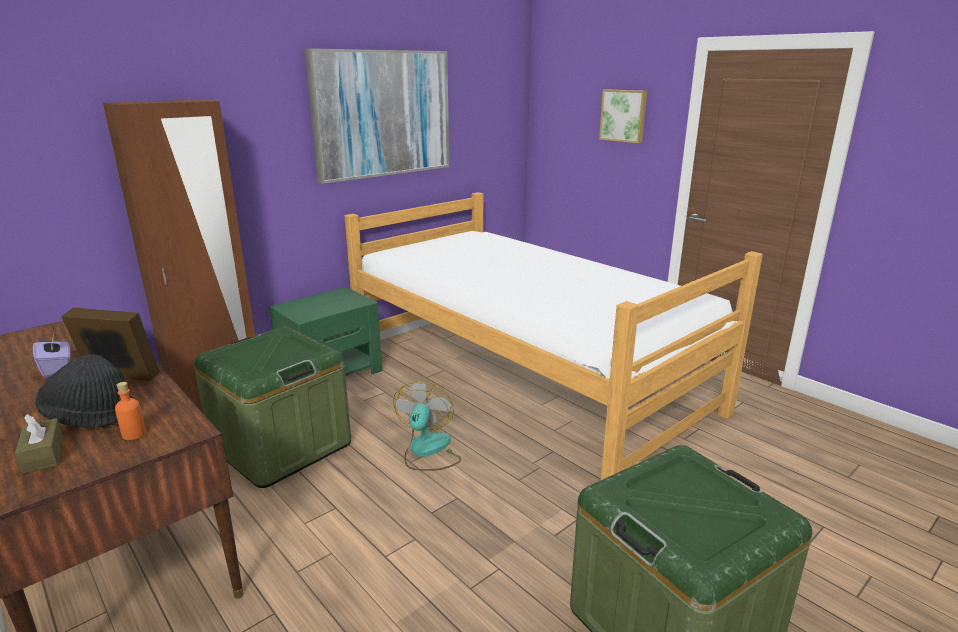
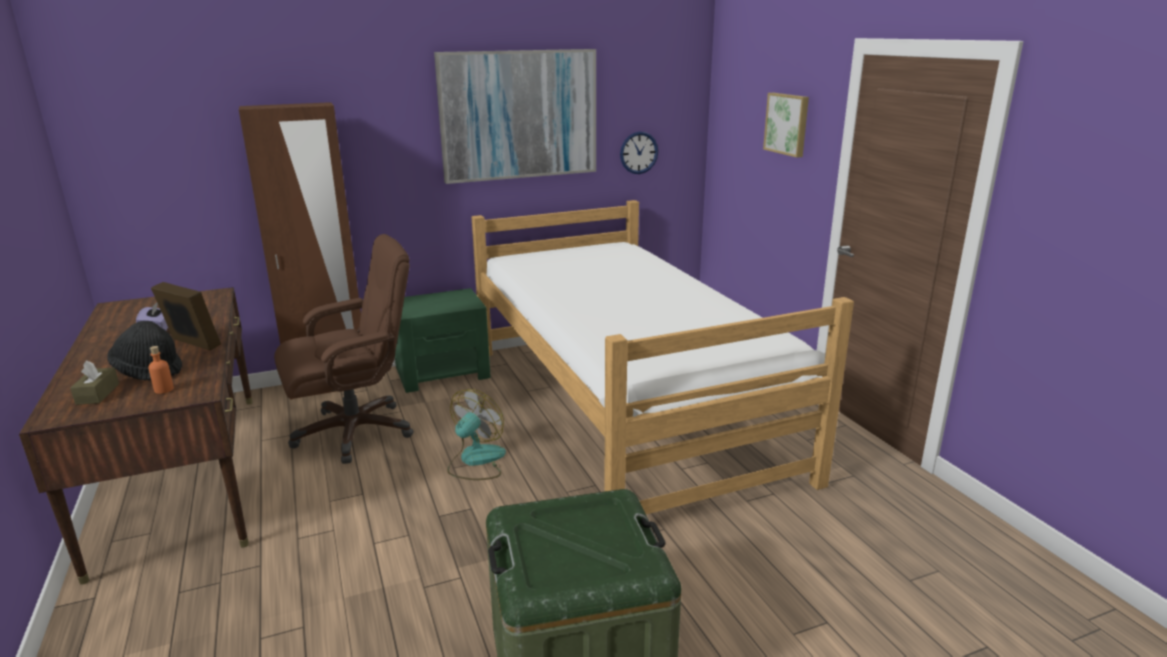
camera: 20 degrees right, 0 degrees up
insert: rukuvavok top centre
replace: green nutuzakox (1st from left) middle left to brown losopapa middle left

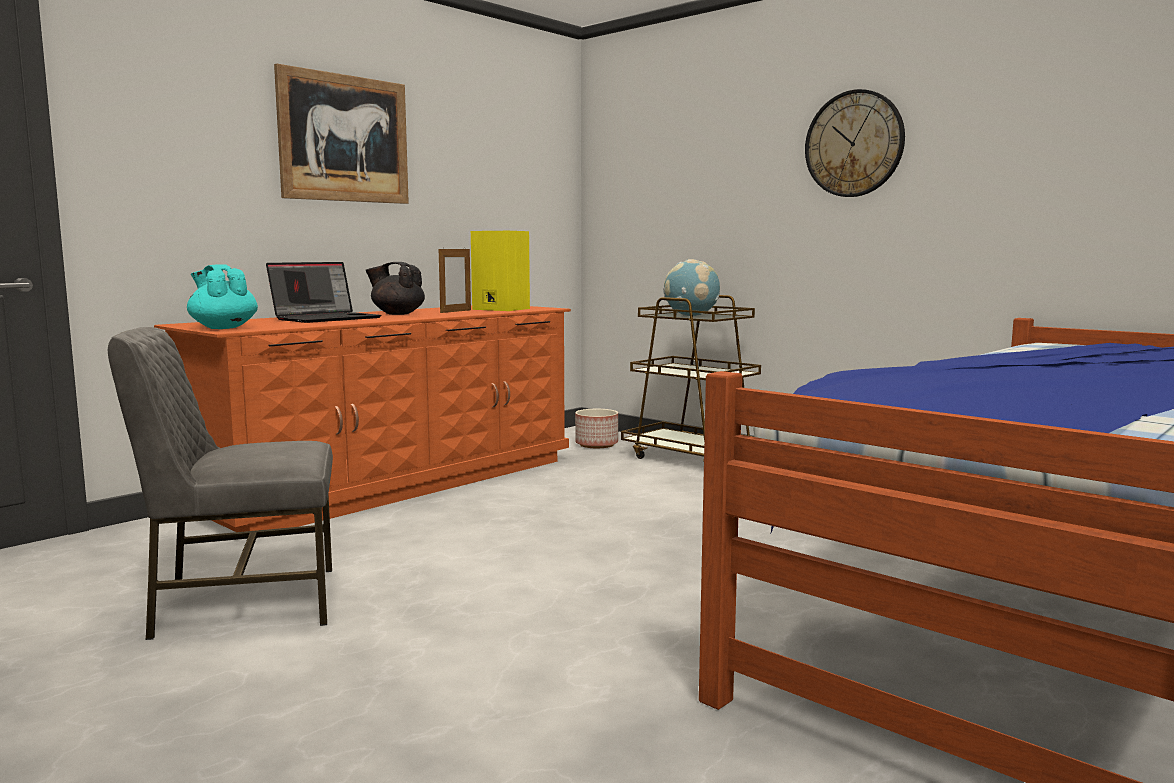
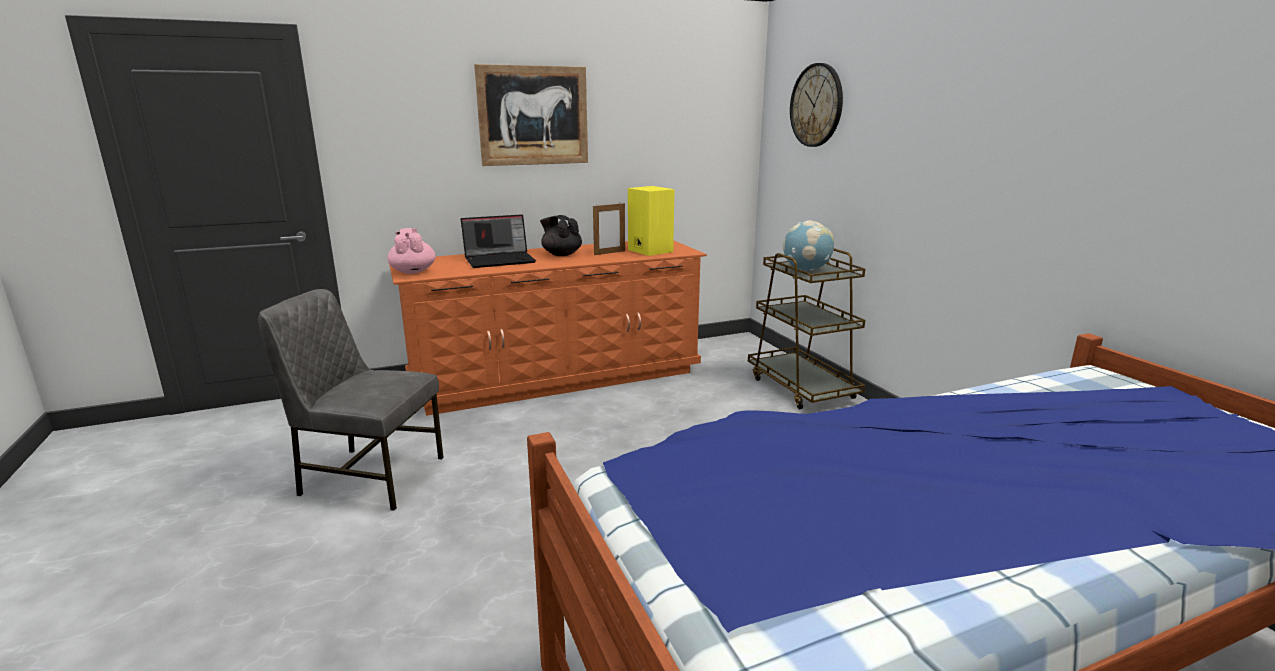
camera: 25 degrees right, 10 degrees up
delete: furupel centre
move: rukuvavok top right to top centre
recolor: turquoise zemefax middle left to pink zemefax middle left

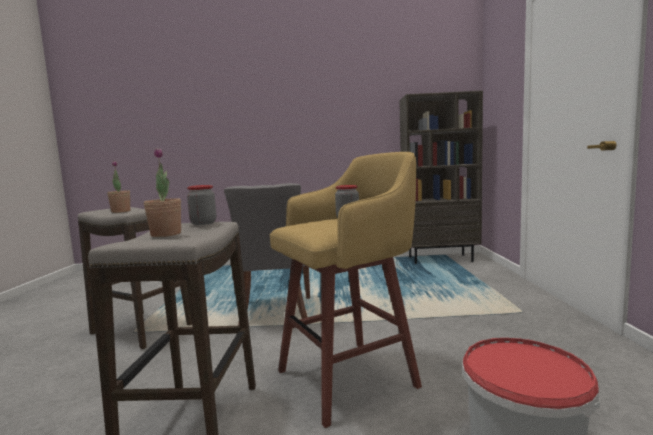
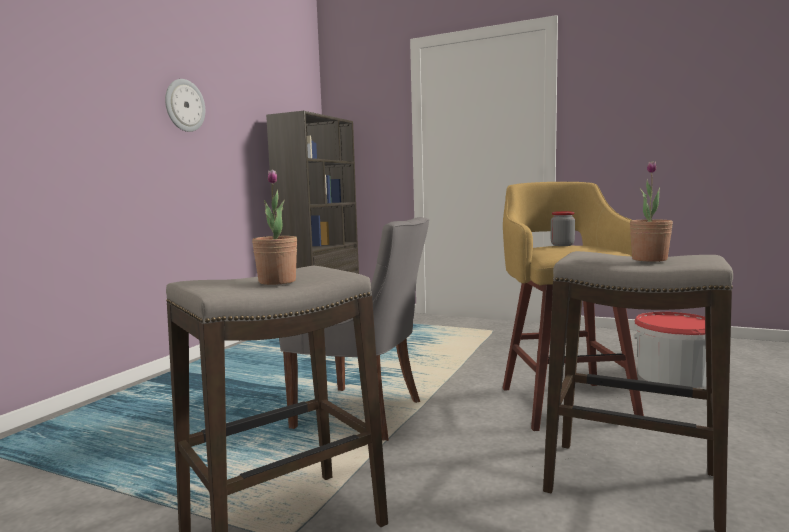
camera: 65 degrees left, 0 degrees up
delete: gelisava (1st from left) middle left
insert: rukuvavok top left

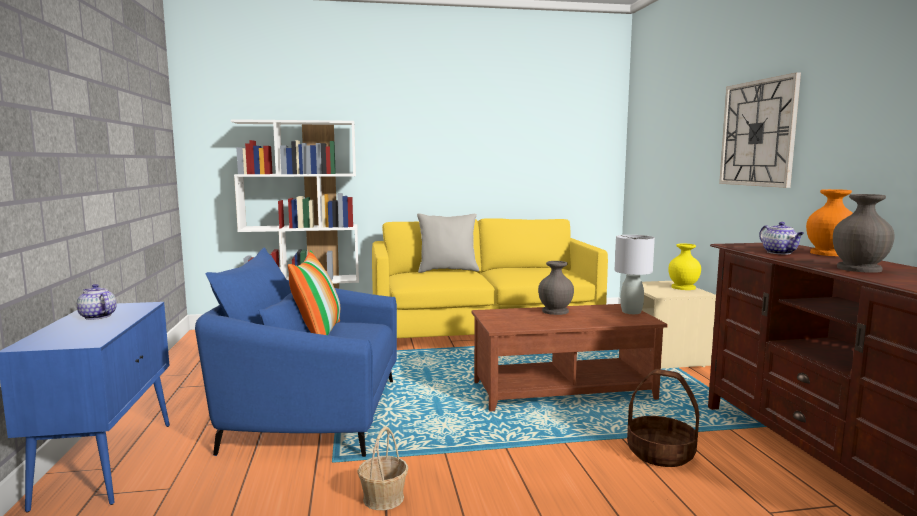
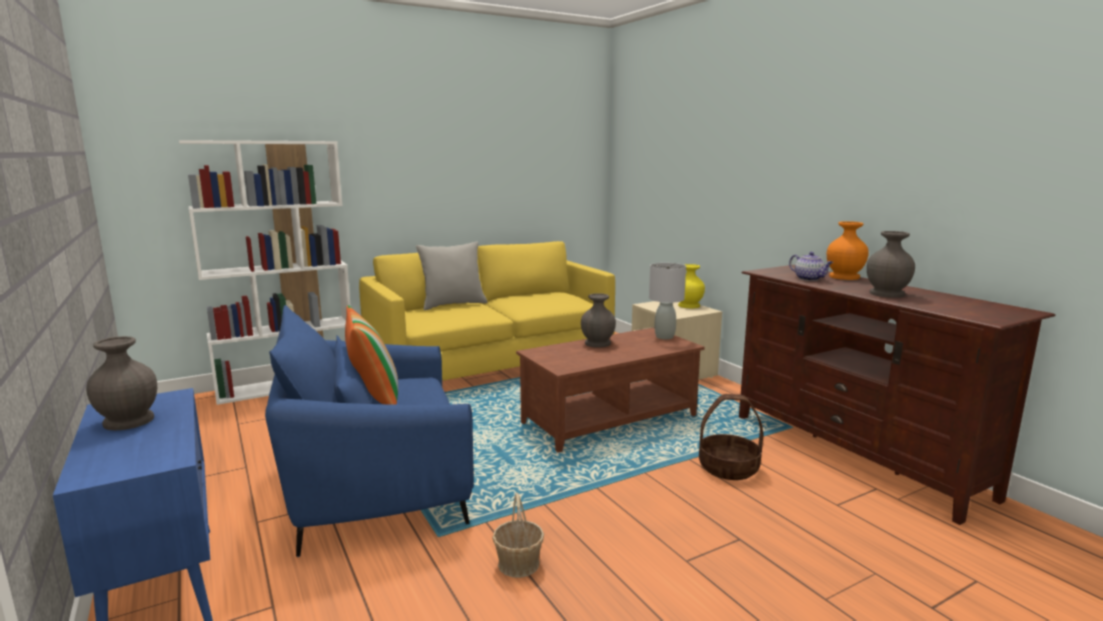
camera: 20 degrees left, 5 degrees up
delete: rukuvavok top right
replace: zemefax (1st from left) middle left to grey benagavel (1st from left) middle left

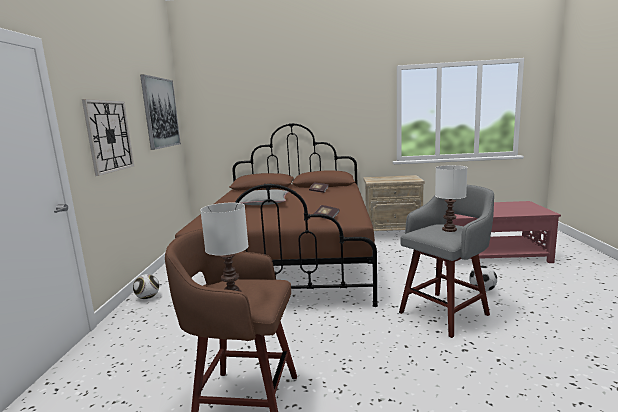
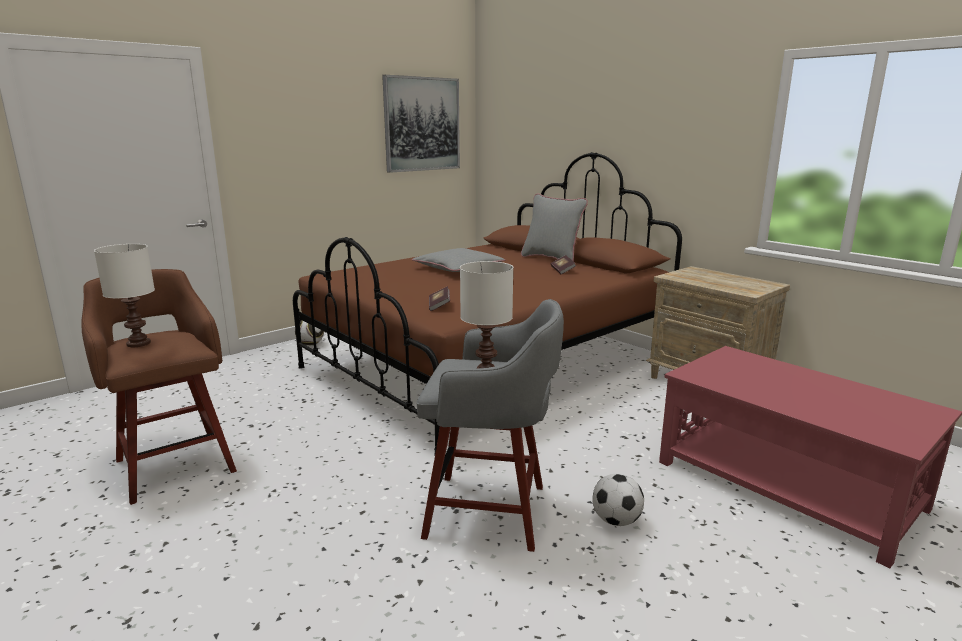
camera: 45 degrees right, 5 degrees up
delete: rukuvavok top left
insert: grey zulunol (2nd from left) centre

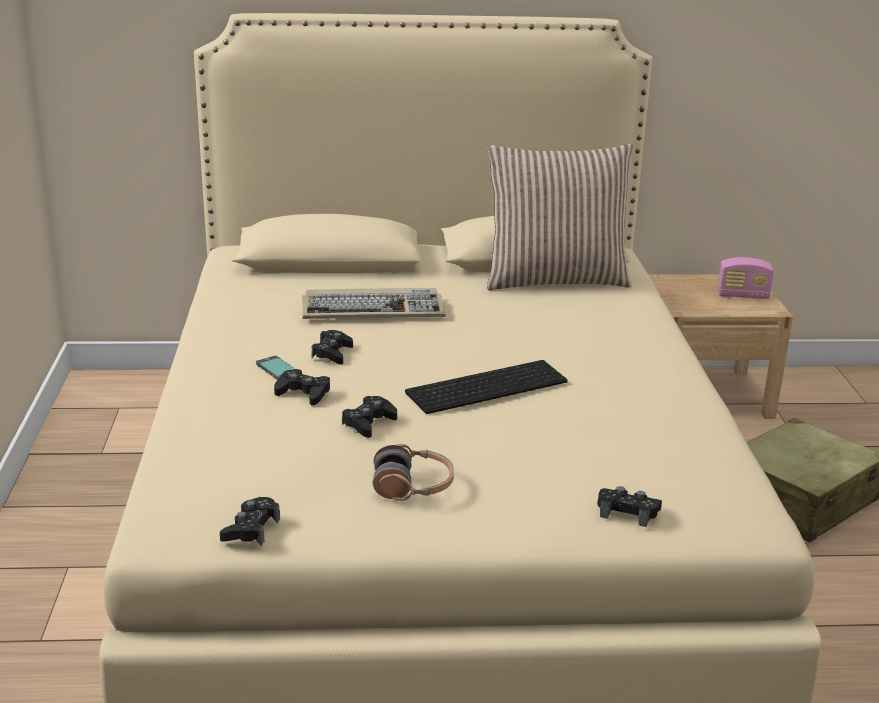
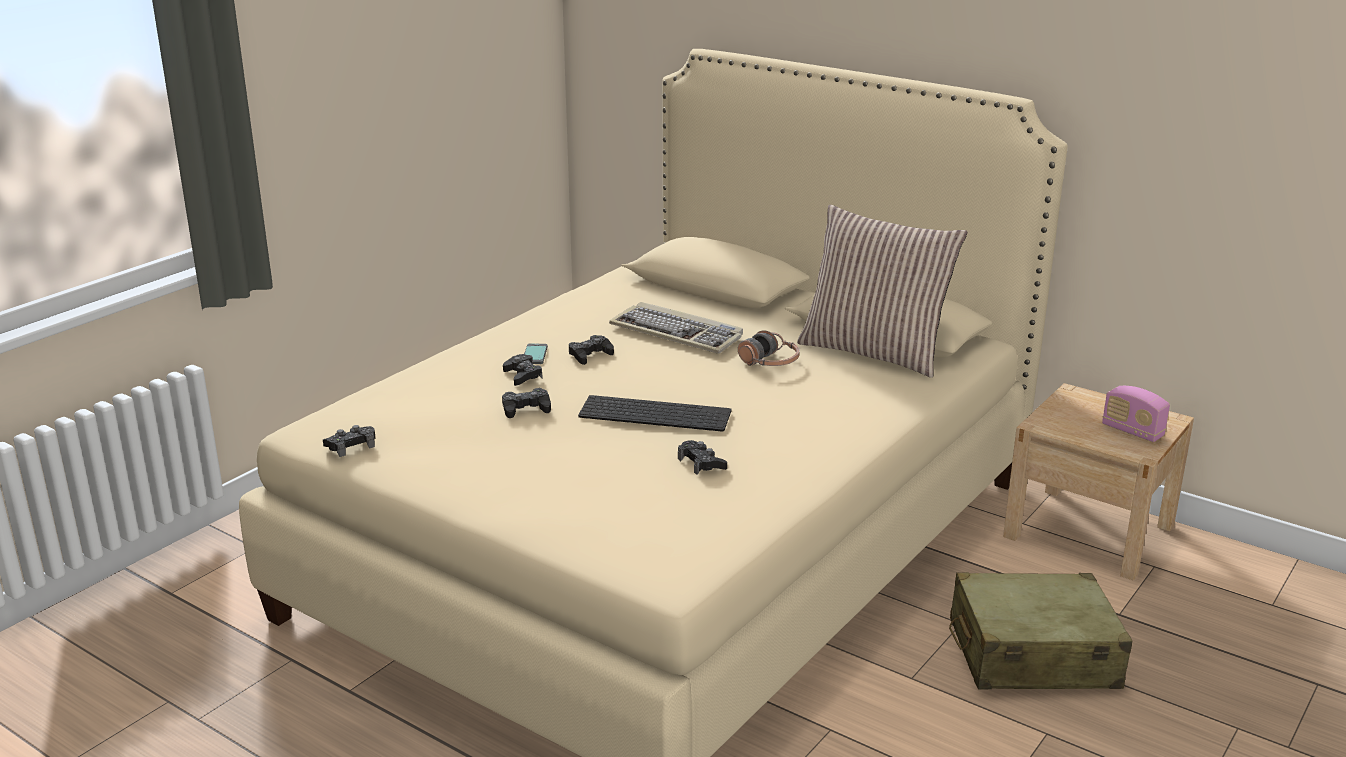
camera: 40 degrees right, 0 degrees up
move: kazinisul bottom centre to centre; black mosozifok (5th from left) bottom right to centre

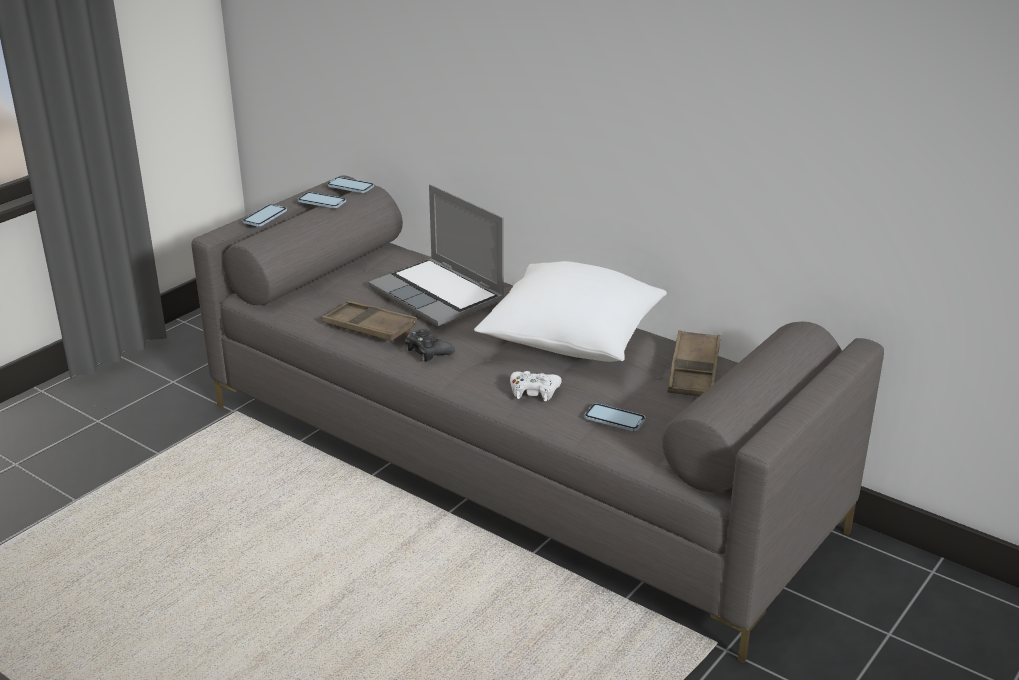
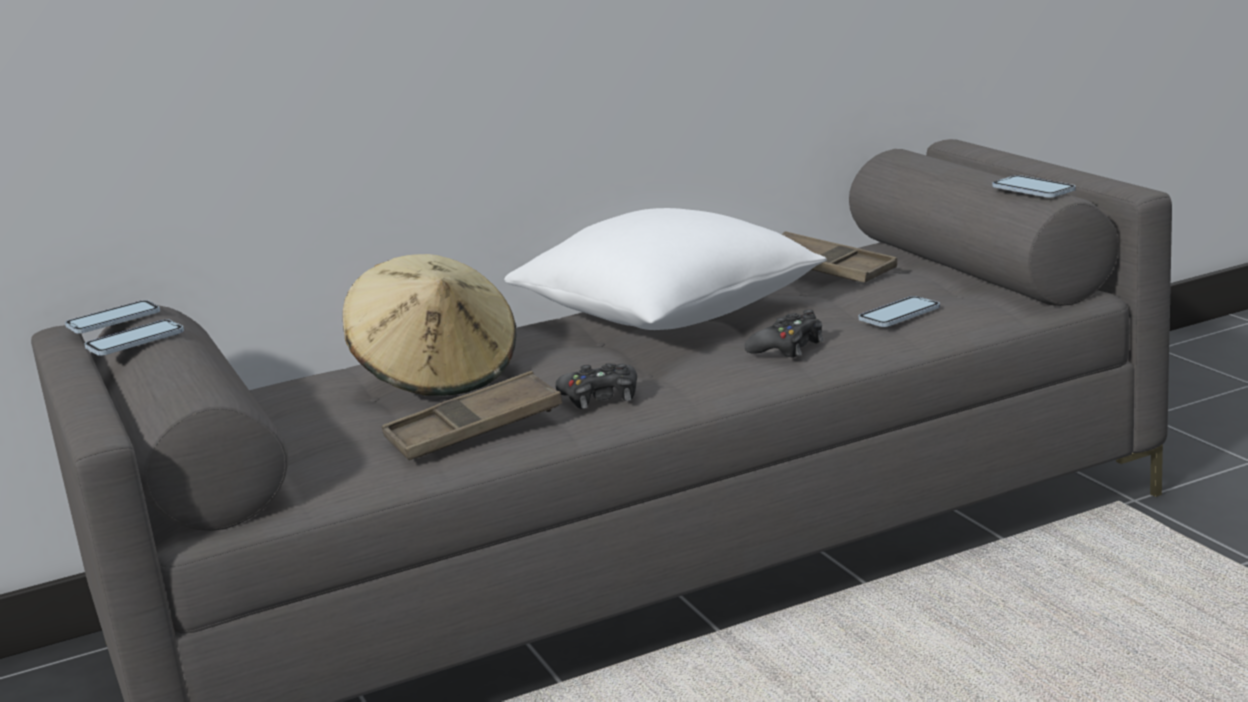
camera: 60 degrees left, 10 degrees down
move: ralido (1st from left in the first image) top left to ralido (4th from left) top right
replace: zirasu centre to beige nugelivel centre
recolor: white mosozifok centre to black mosozifok (2nd from left) centre

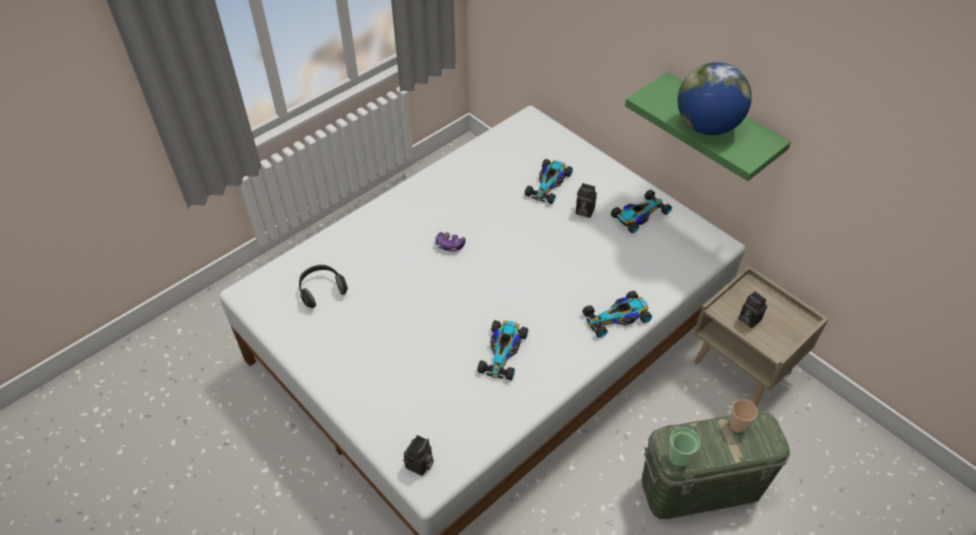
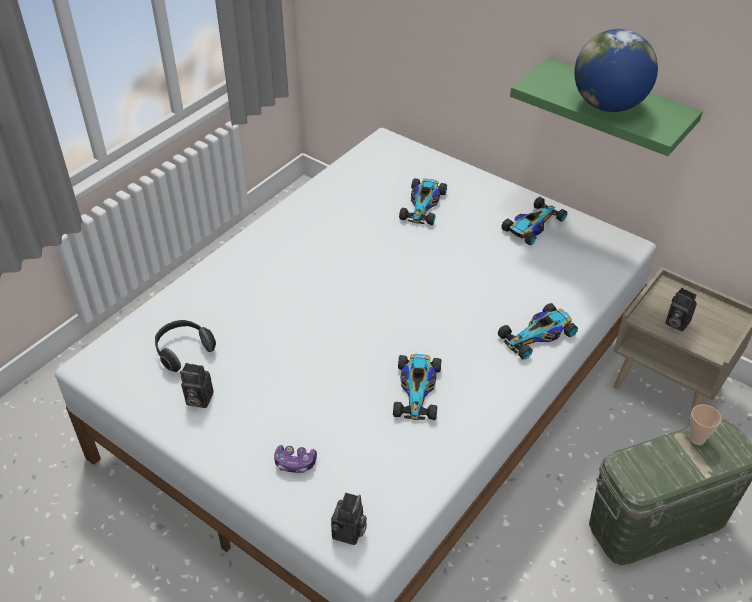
camera: 10 degrees left, 5 degrees down
delete: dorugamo (1st from left) bottom right
move: mosozifok centre to bottom centre; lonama (2nd from left in the first image) centre to lonama (1st from left) middle left

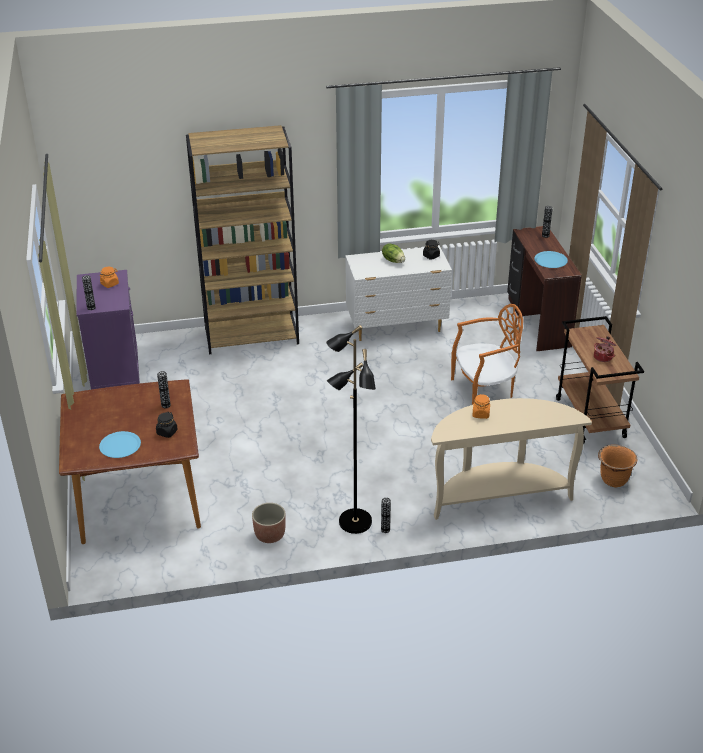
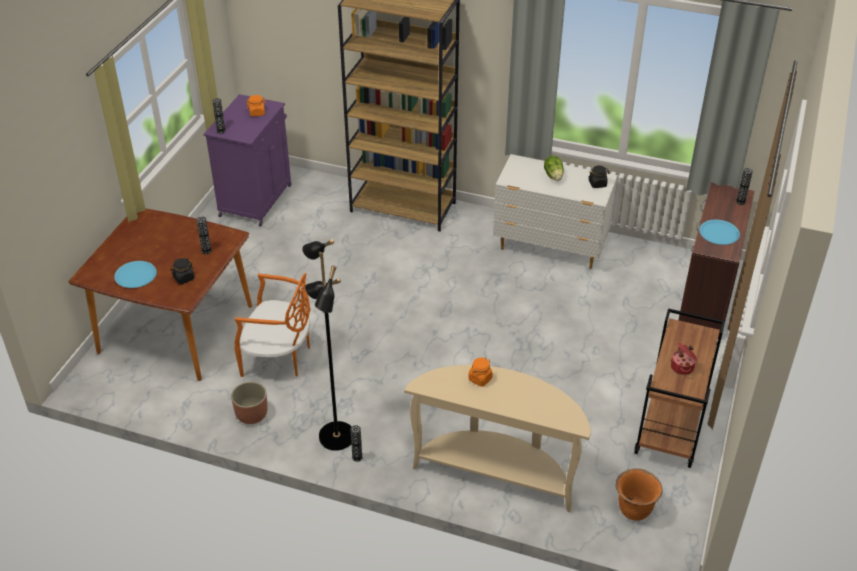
camera: 30 degrees right, 5 degrees up
move: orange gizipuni middle right to middle left

